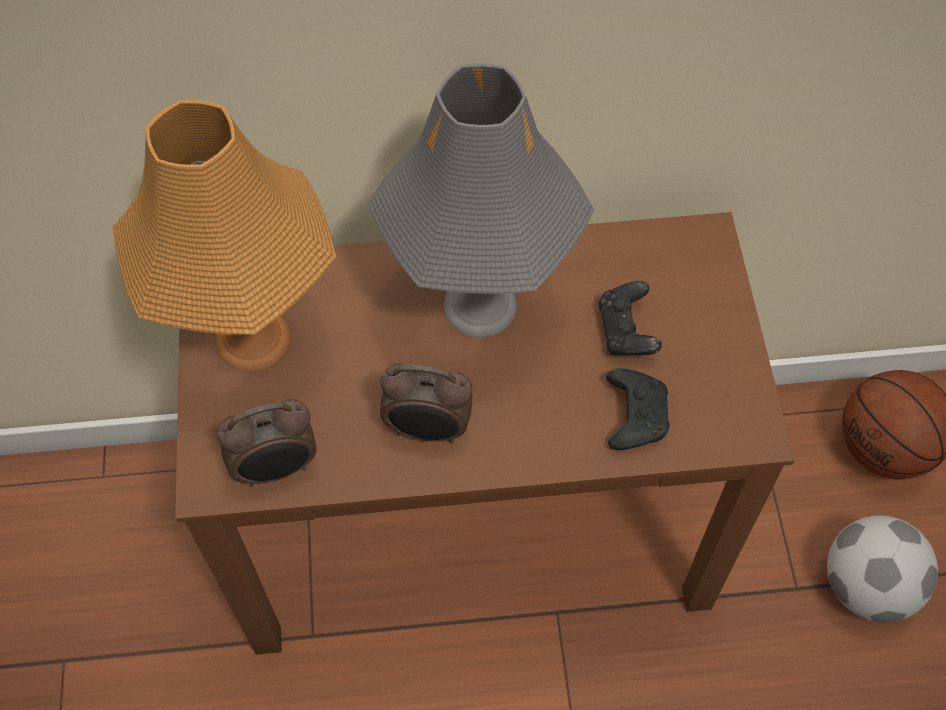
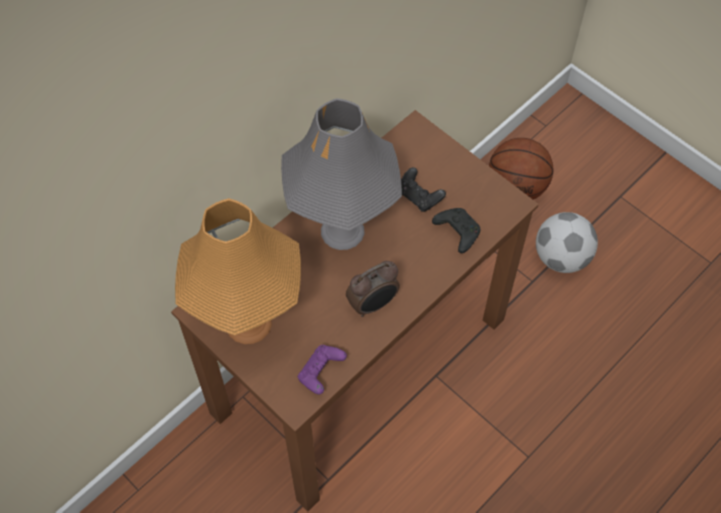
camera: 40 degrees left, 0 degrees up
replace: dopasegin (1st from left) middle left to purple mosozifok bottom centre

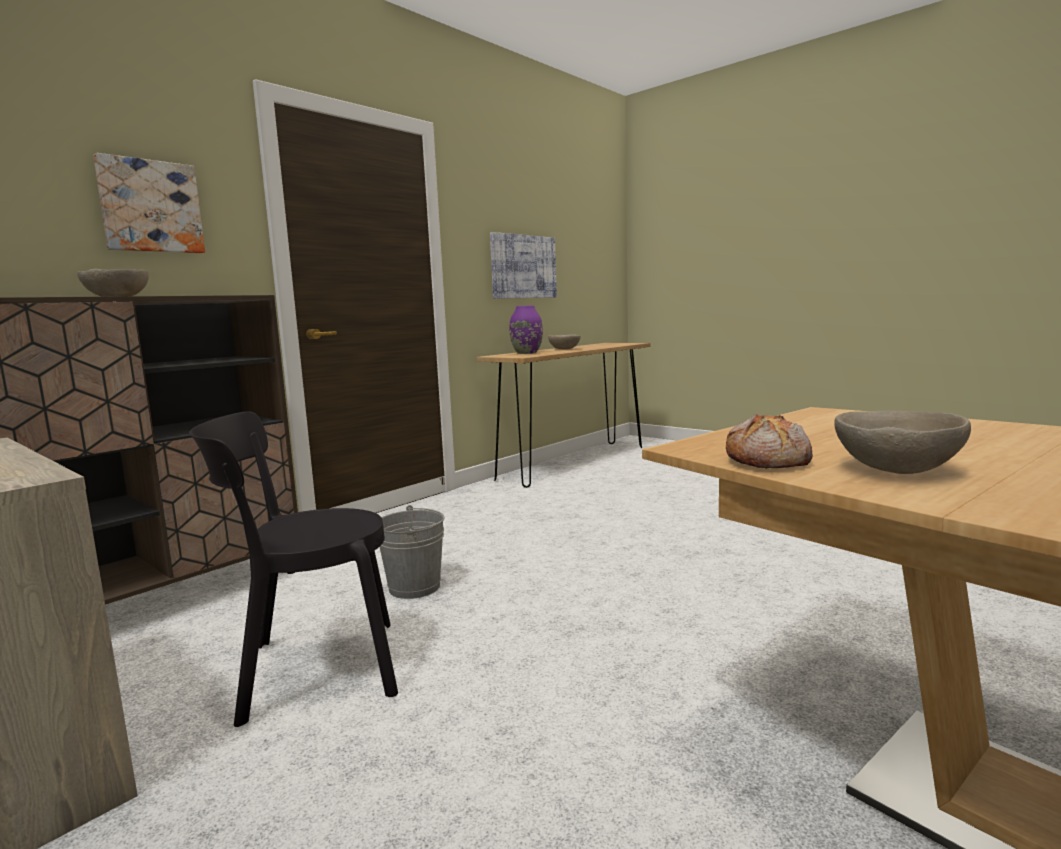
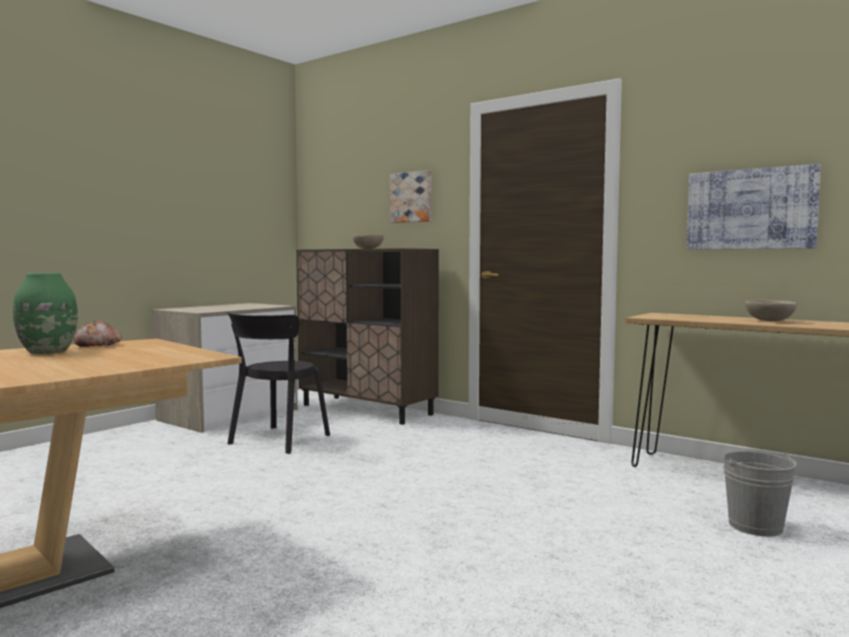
camera: 85 degrees right, 5 degrees down
delete: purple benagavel centre
move: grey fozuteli centre to bottom right
replace: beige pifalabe (3rd from left) middle right to green benagavel middle left
rotate: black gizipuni bottom left = middle left 135 degrees counterclockwise

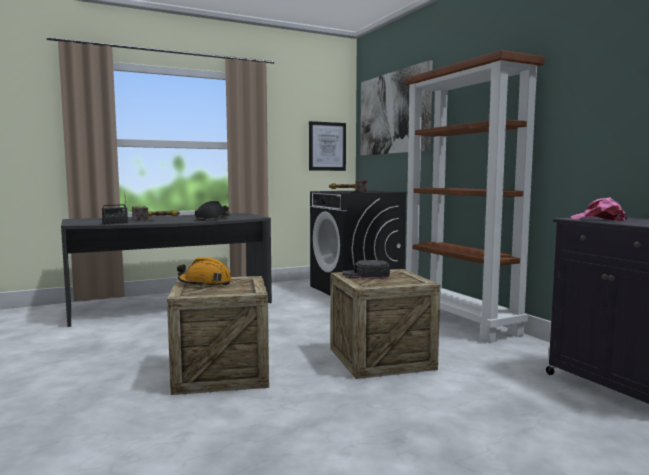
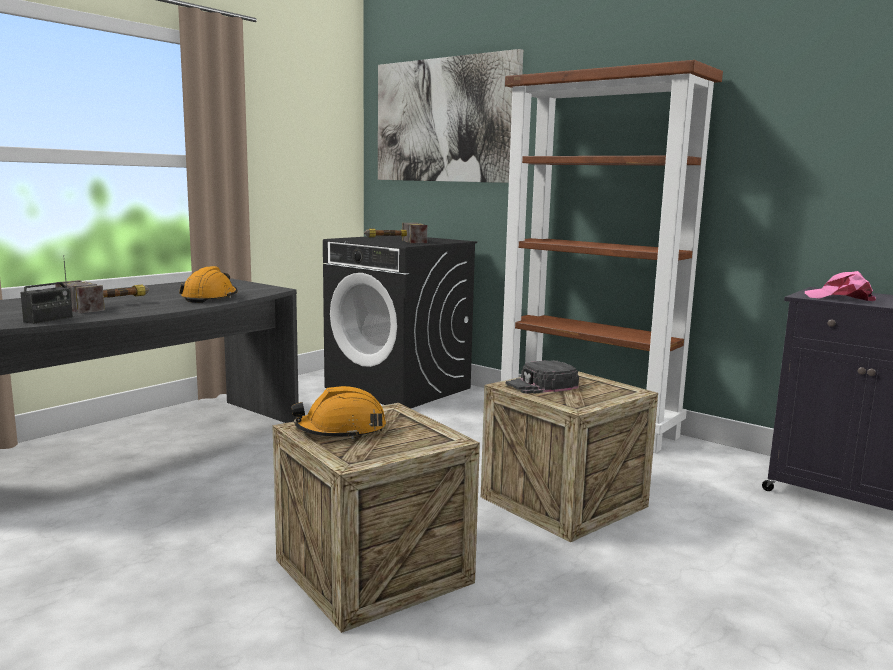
camera: 25 degrees left, 5 degrees up
delete: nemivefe (1st from left) top centre
recolor: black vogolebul middle left to orange vogolebul (1st from left) middle left

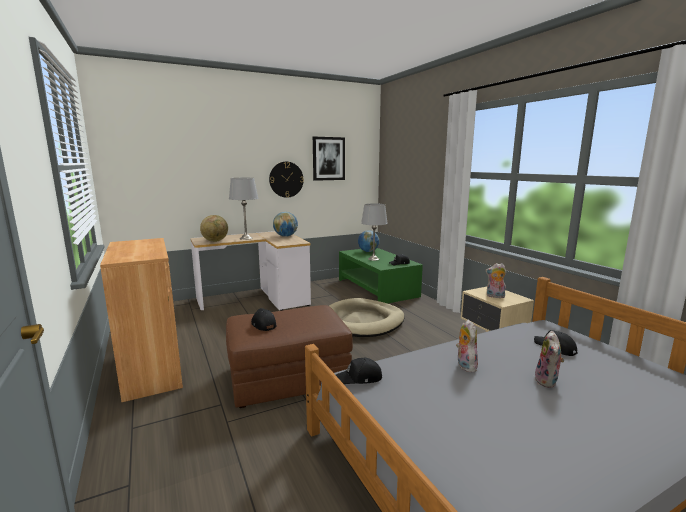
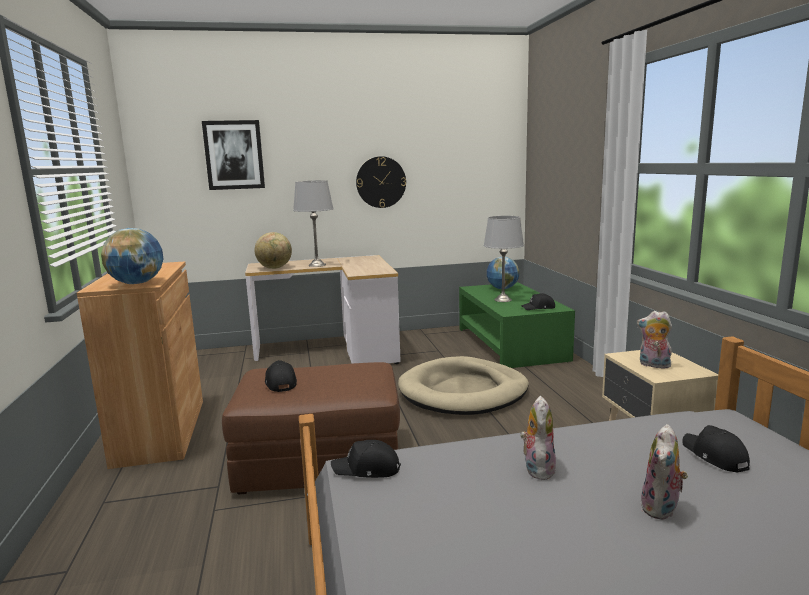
camera: 15 degrees right, 0 degrees up
move: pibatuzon (2nd from left in the first image) centre to pibatuzon (1st from left) middle left; nemivefe top centre to top left

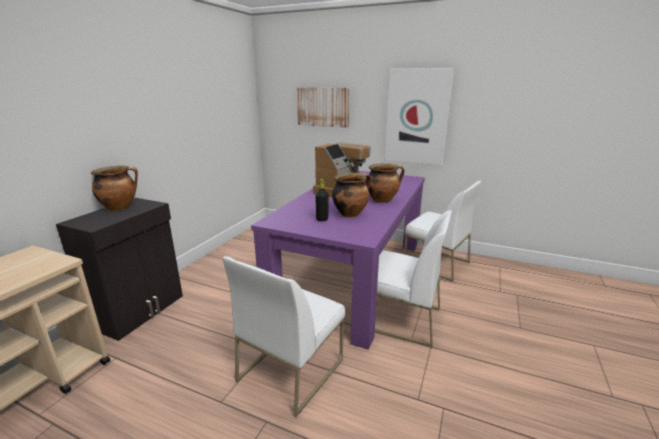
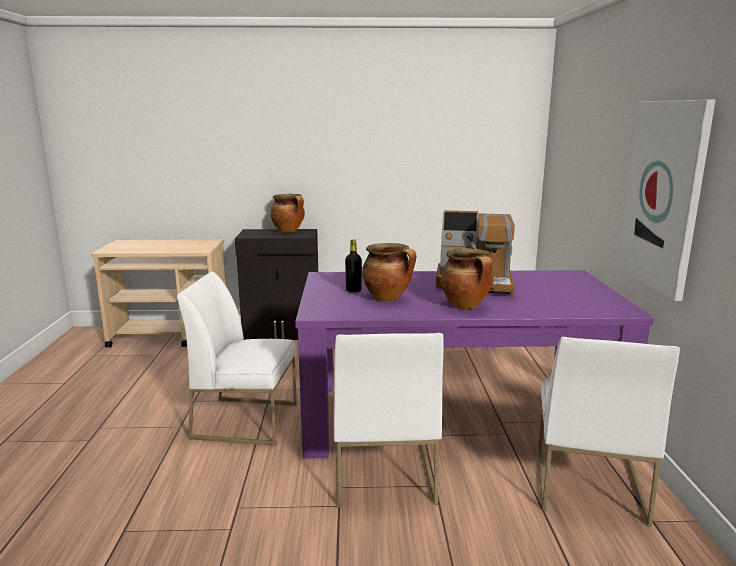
camera: 65 degrees right, 5 degrees down
delete: nemivefe (1st from left) top centre

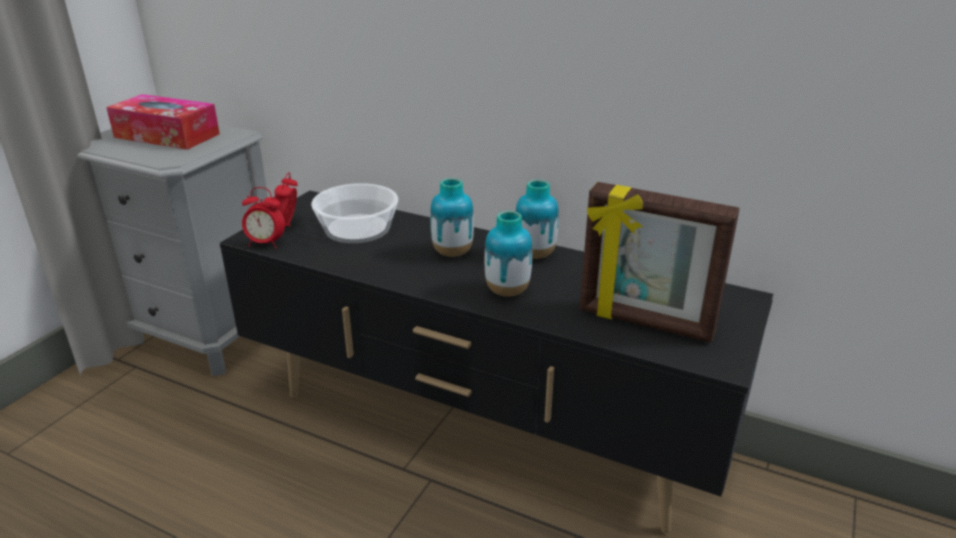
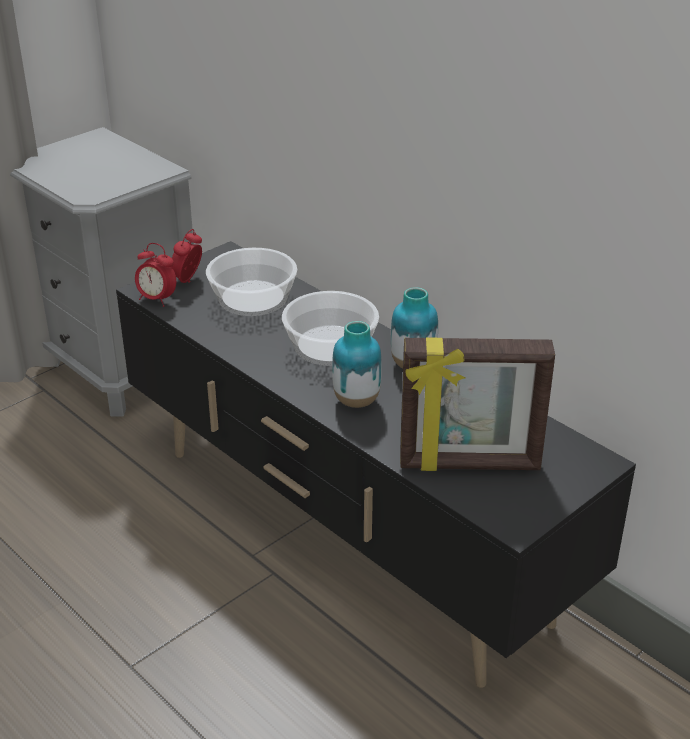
camera: 20 degrees right, 5 degrees up
delete: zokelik top left
replace: benagavel (1st from left) centre to pifalabe (2nd from left) centre
rotate: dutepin middle right = middle right 45 degrees counterclockwise

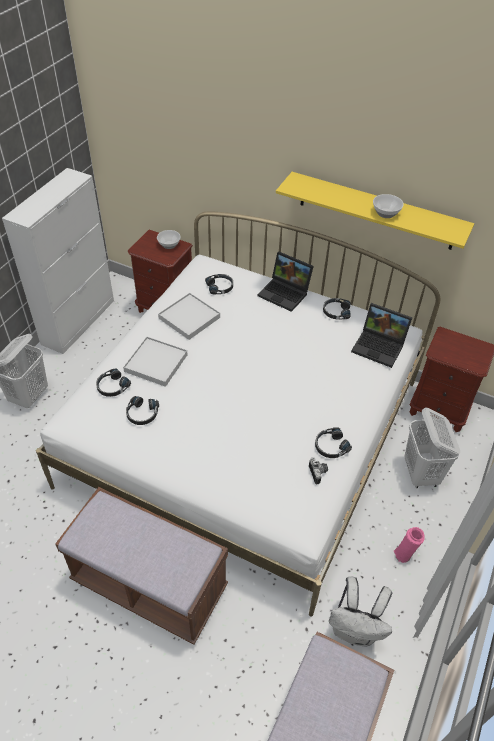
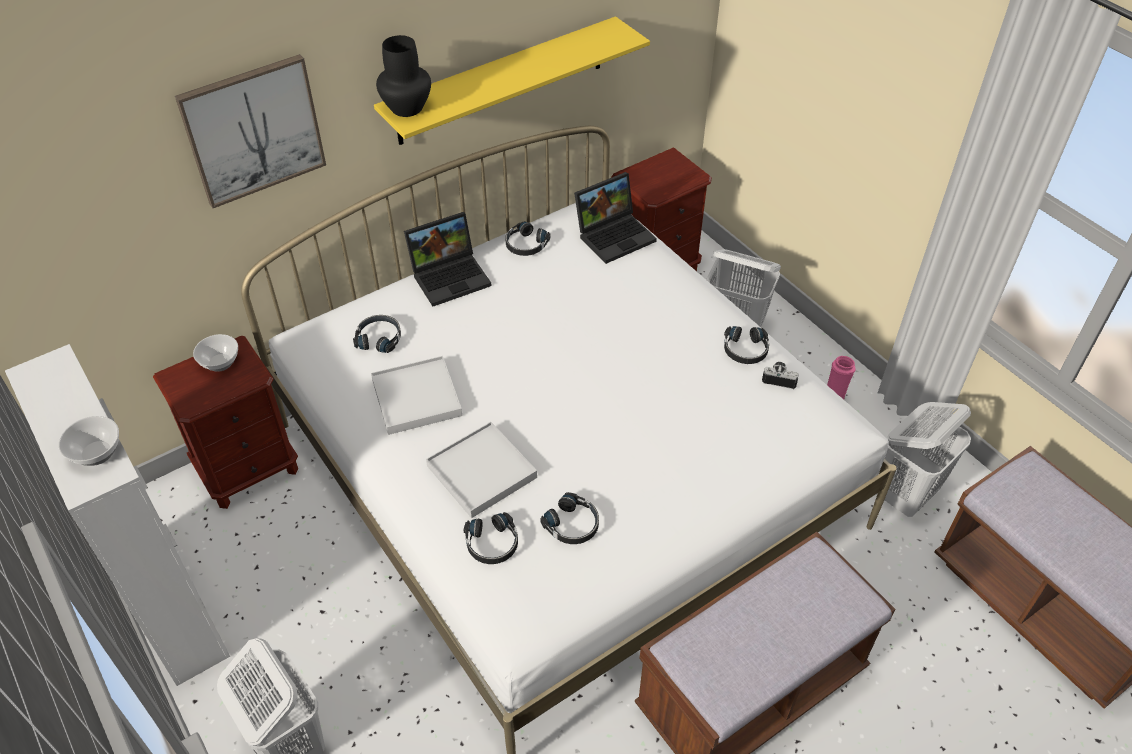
camera: 60 degrees left, 0 degrees up
insert: nemivefe top left; black benagavel top centre
move: pifalabe (2nd from left in the first image) top right to pifalabe (1st from left) middle left
replace: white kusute bottom right to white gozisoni (3rd from left) middle right

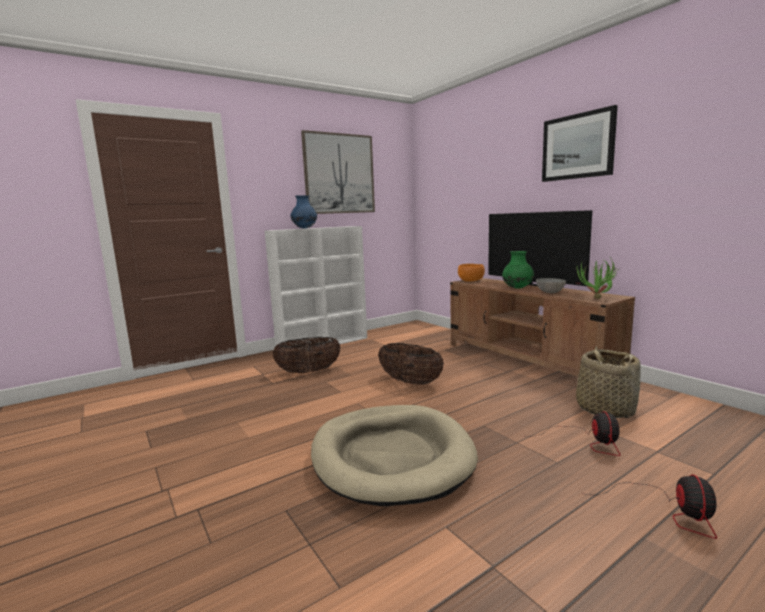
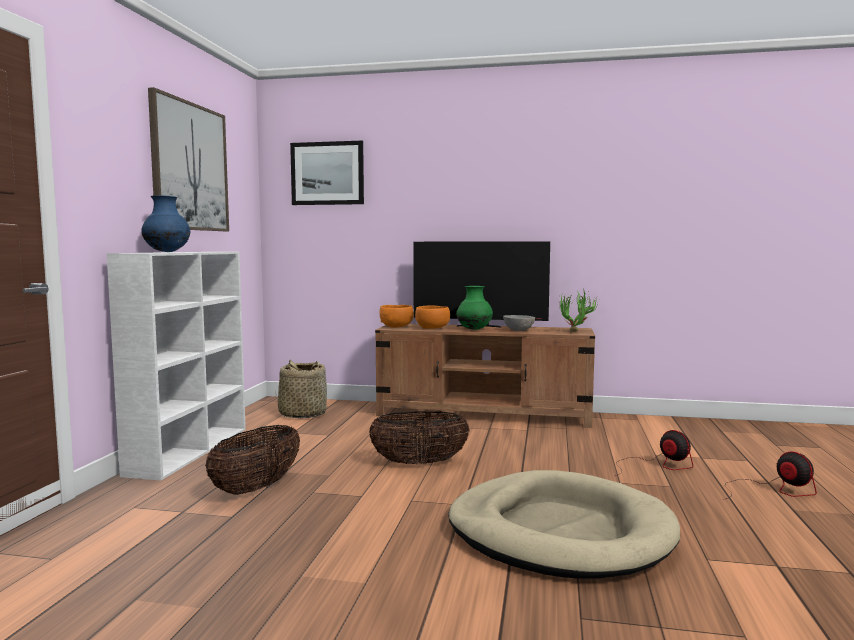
camera: 45 degrees left, 5 degrees down
insert: orange pifalabe (2nd from left) centre
move: nemivefe (2nd from left) top right to top centre; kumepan (3rd from left in the first image) middle right to kumepan (2nd from left) centre

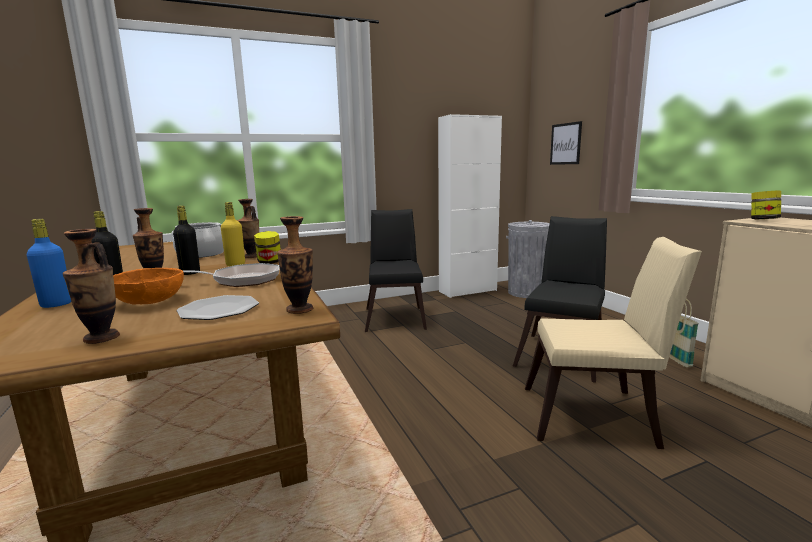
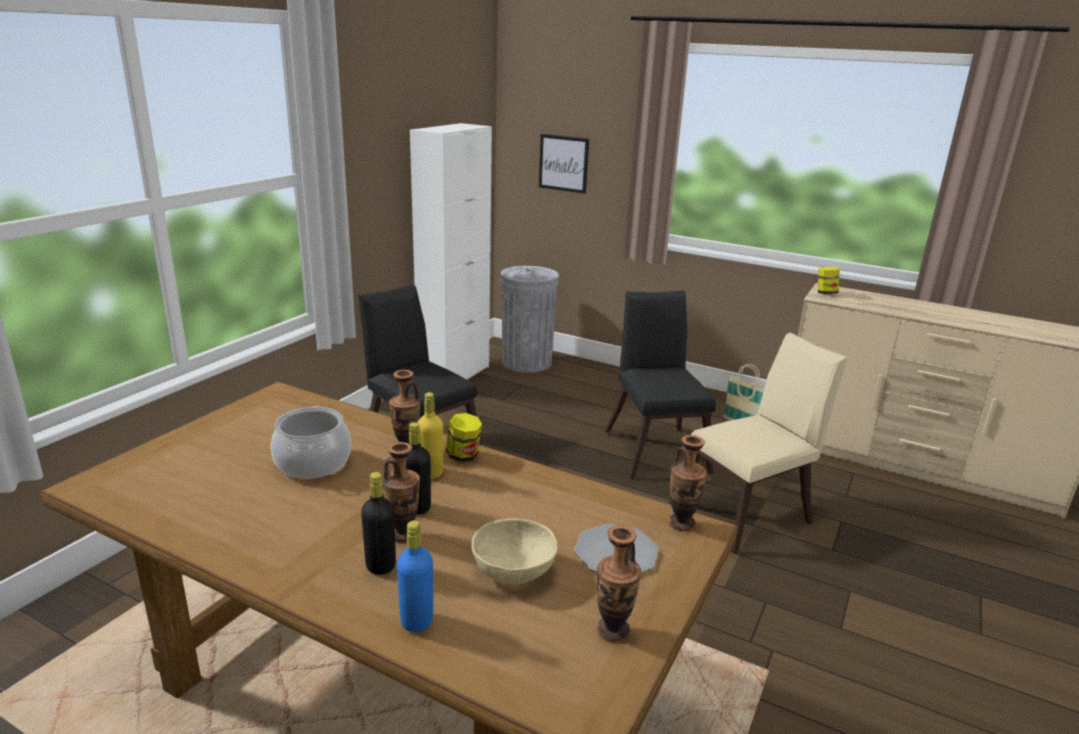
camera: 40 degrees left, 10 degrees up
delete: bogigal middle left
recolor: orange pifalabe middle left to beige pifalabe bottom centre

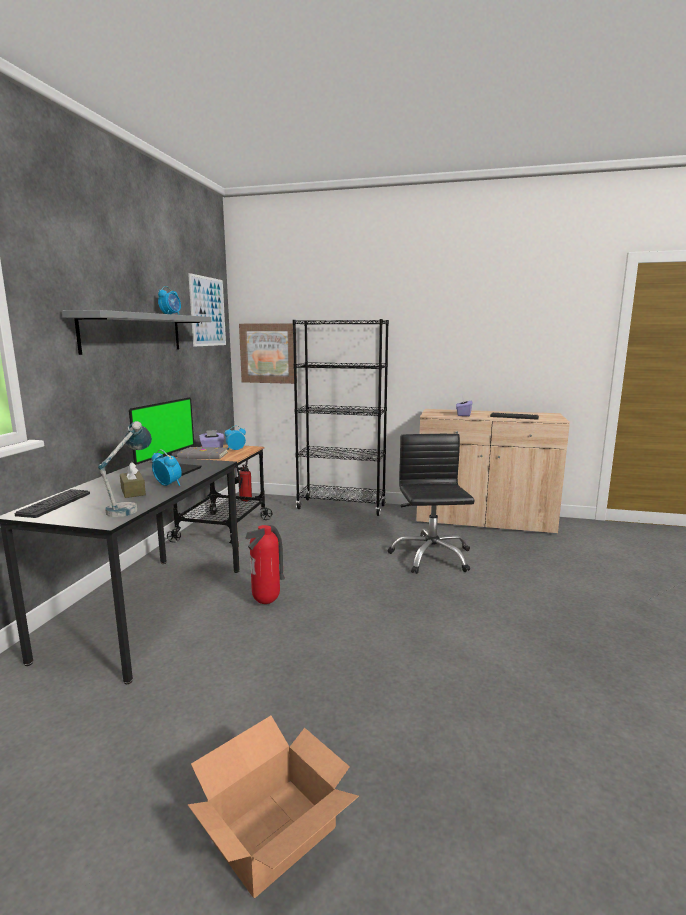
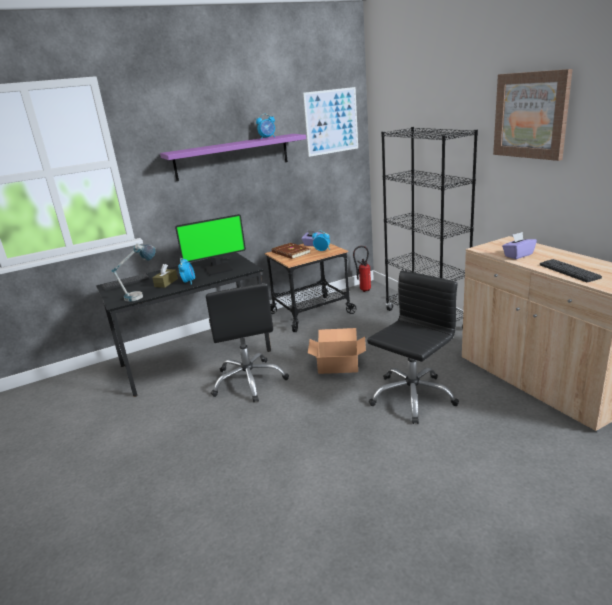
camera: 50 degrees right, 10 degrees up
move: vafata bottom centre to centre; nemivefe (2nd from left) centre to top right
replace: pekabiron (2nd from left) centre to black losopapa (1st from left) centre
recolor: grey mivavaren middle left to purple mivavaren top centre; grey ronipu middle left to brown ronipu centre

